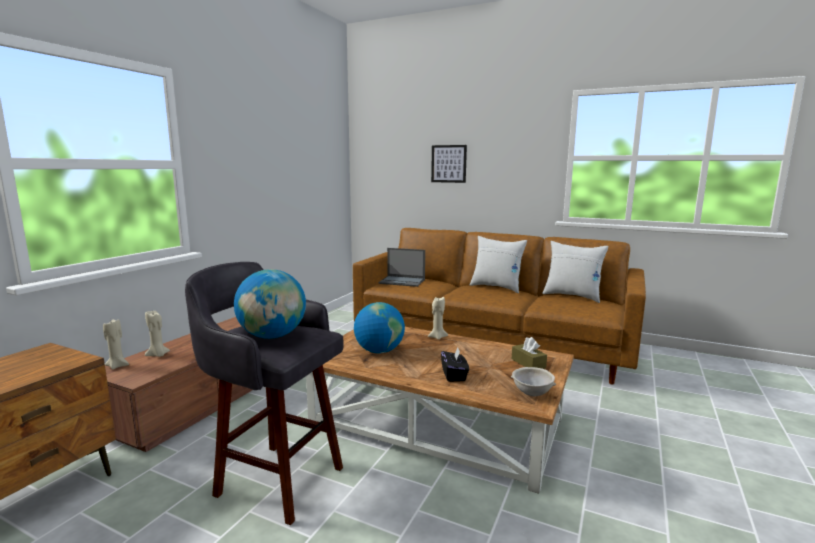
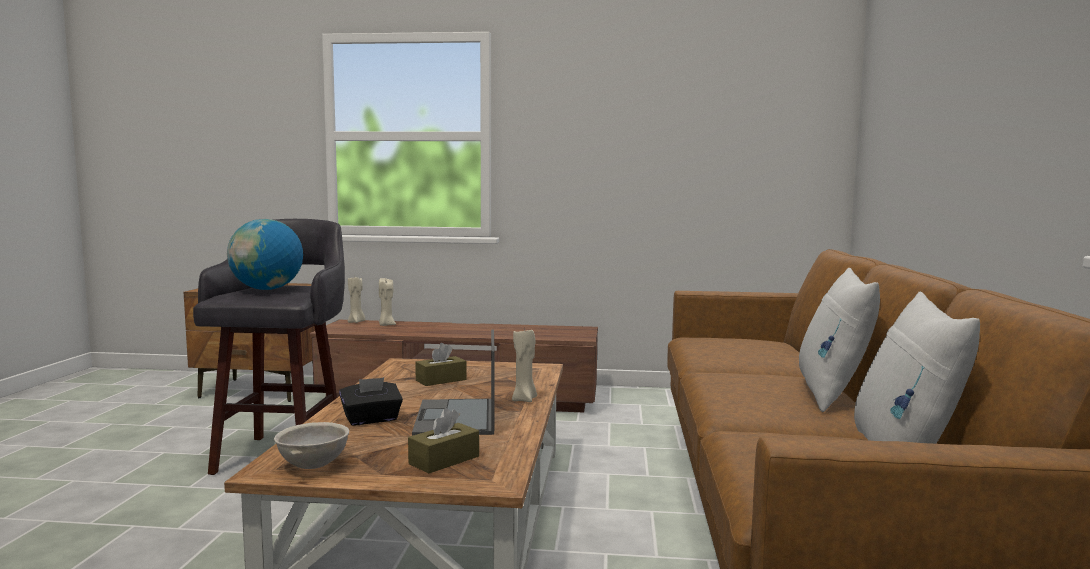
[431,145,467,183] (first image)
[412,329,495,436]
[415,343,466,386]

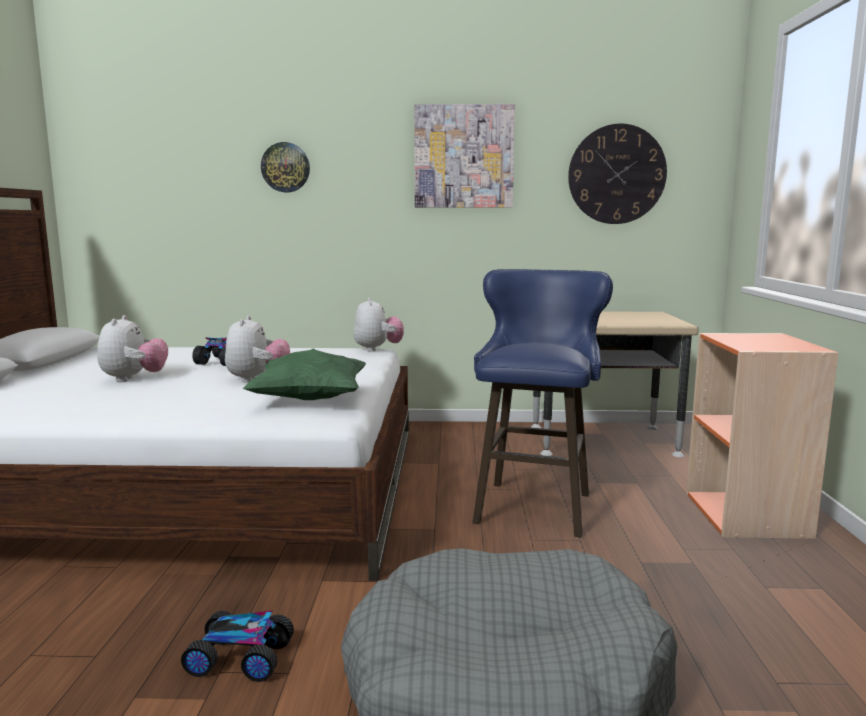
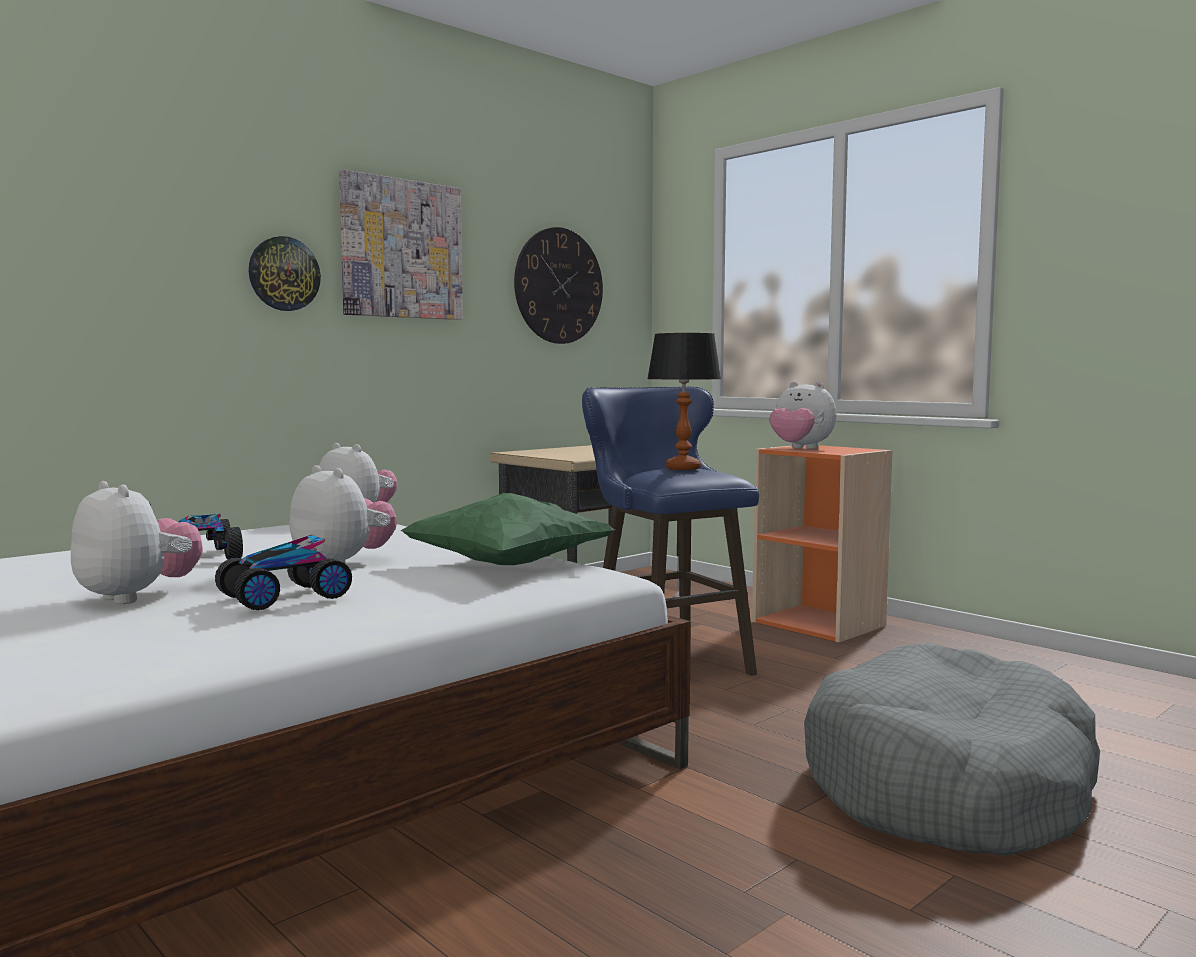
[647,333,721,470]
[769,382,837,449]
[215,535,352,610]
[249,236,321,311]

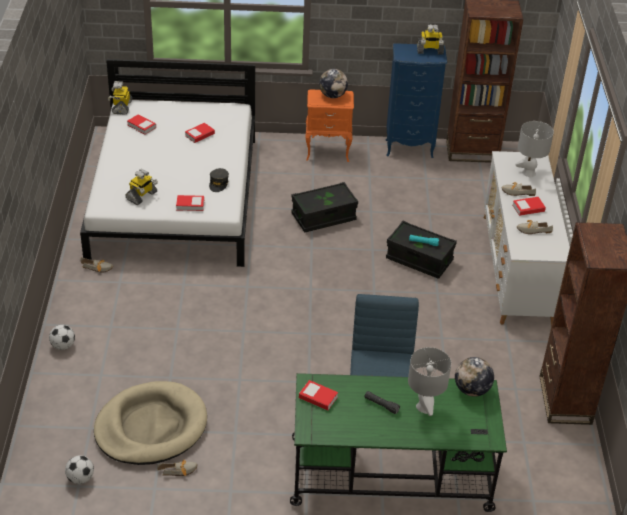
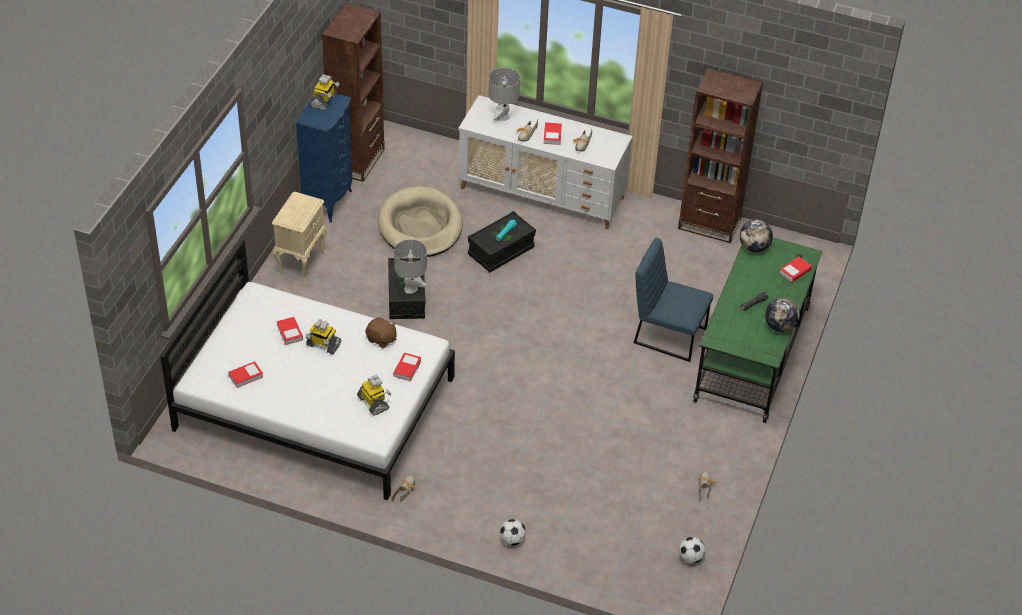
[378,186,463,257]
[305,319,341,354]
[780,257,812,283]
[765,298,800,332]
[394,239,427,294]
[365,317,397,348]
[272,192,327,284]

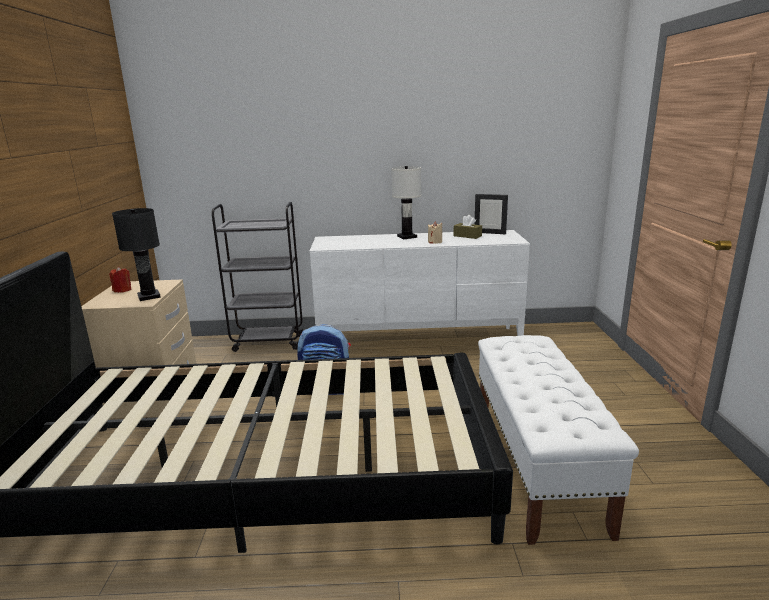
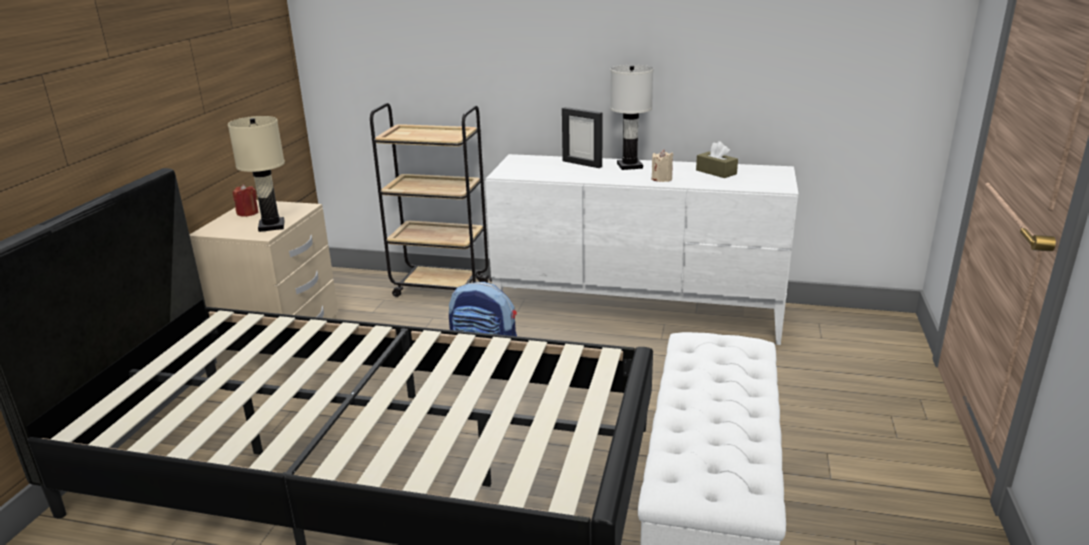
[562,107,603,168]
[228,116,285,232]
[370,103,492,297]

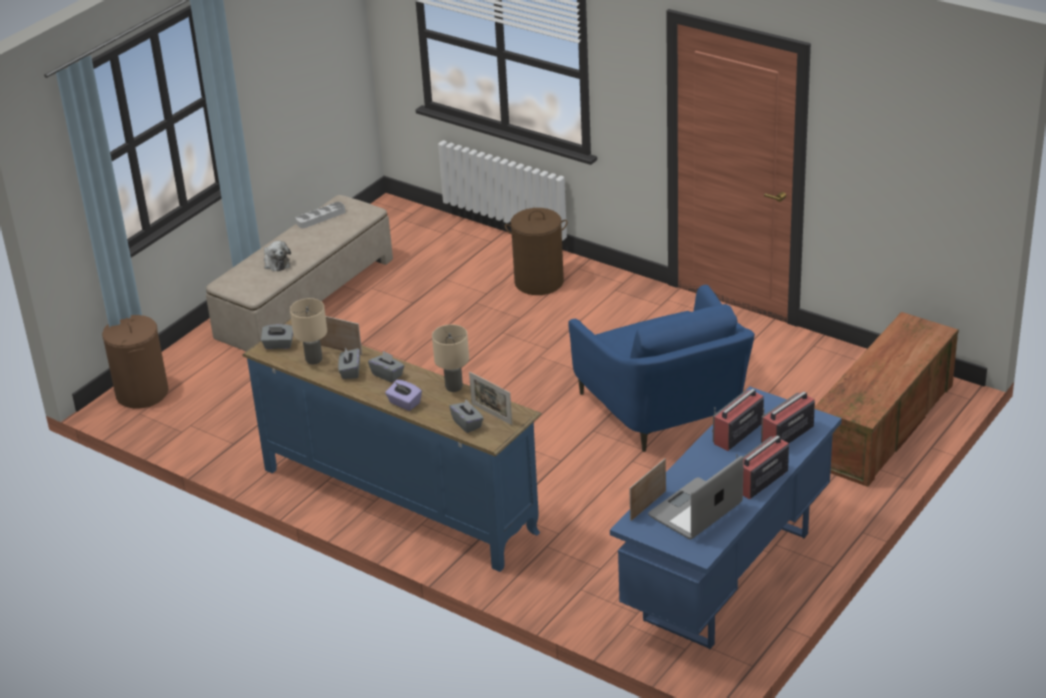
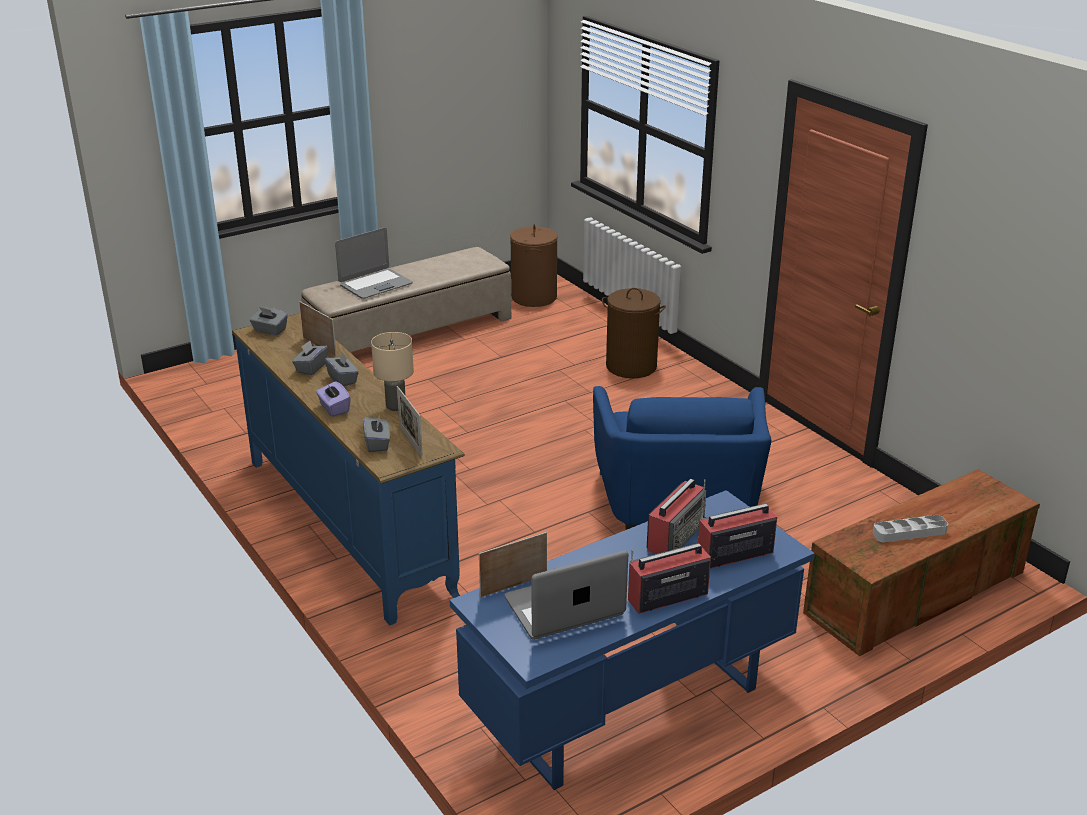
[290,298,327,364] (first image)
[510,224,558,307]
[873,515,948,542]
[335,227,413,299]
[647,479,706,554]

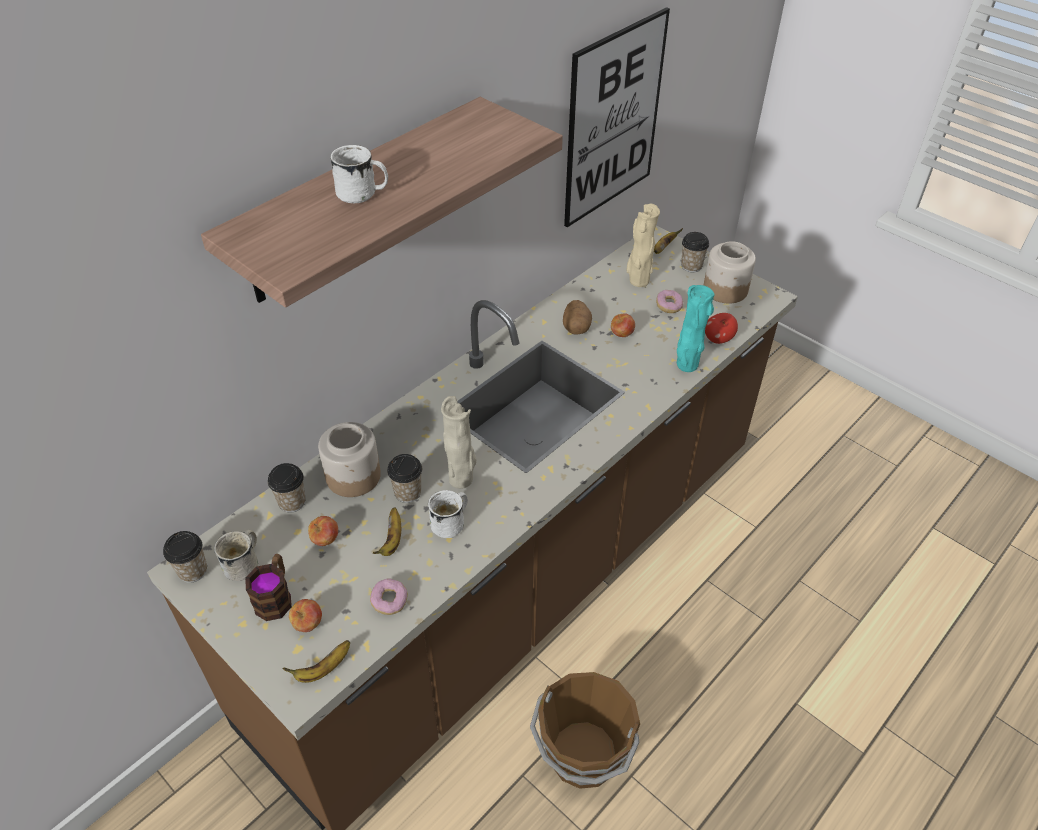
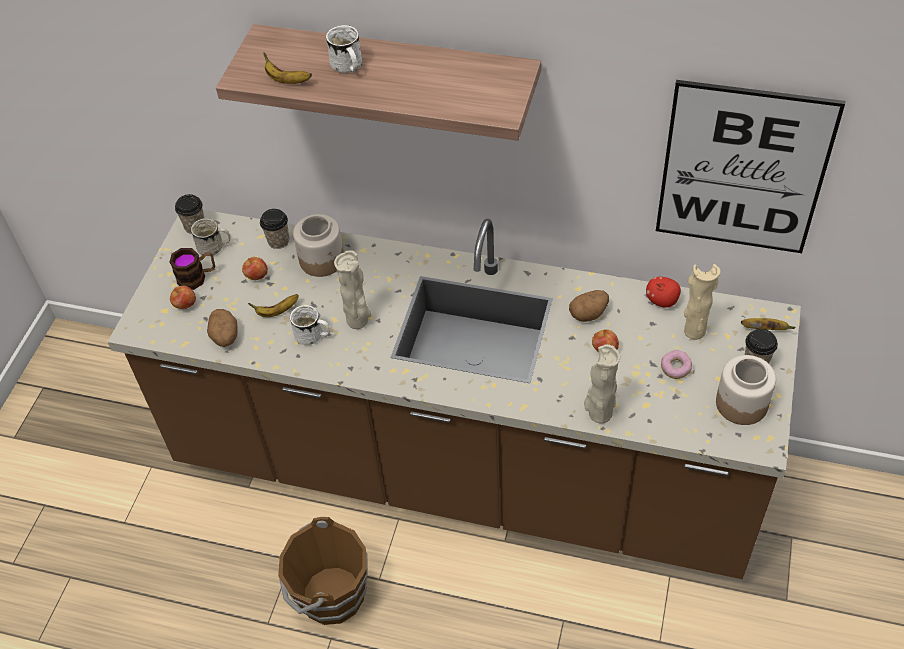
[387,454,422,503] (first image)
[263,52,312,84]
[646,277,681,308]
[207,309,238,347]
[584,344,620,424]

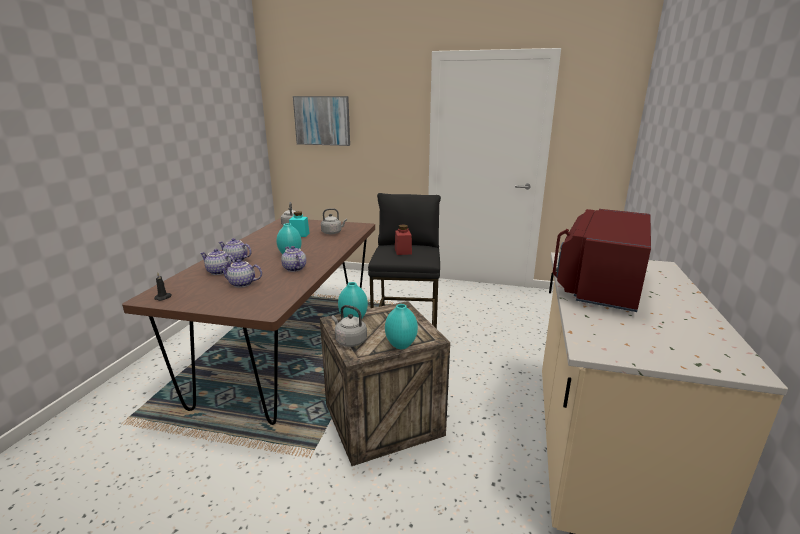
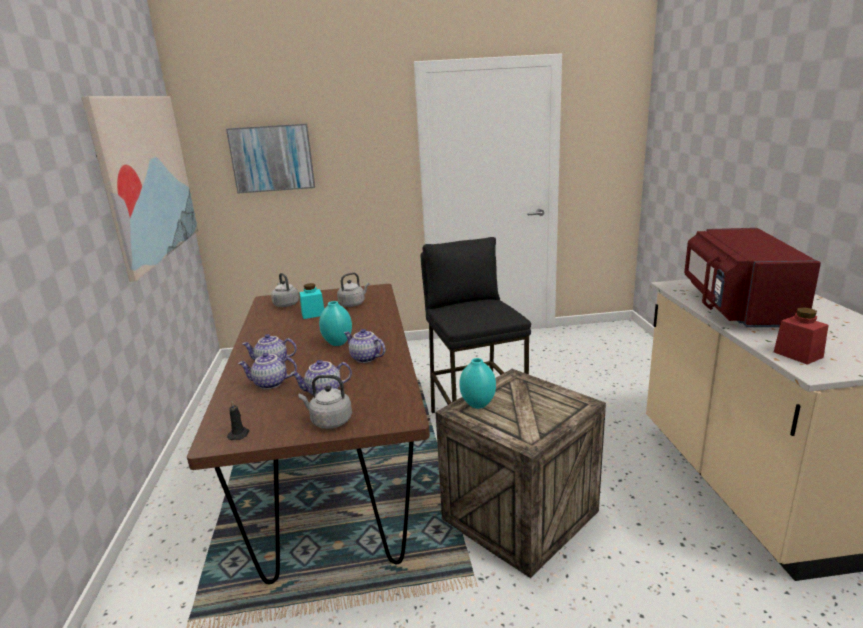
[385,304,418,349] (first image)
[82,96,198,282]
[298,375,352,429]
[774,308,828,365]

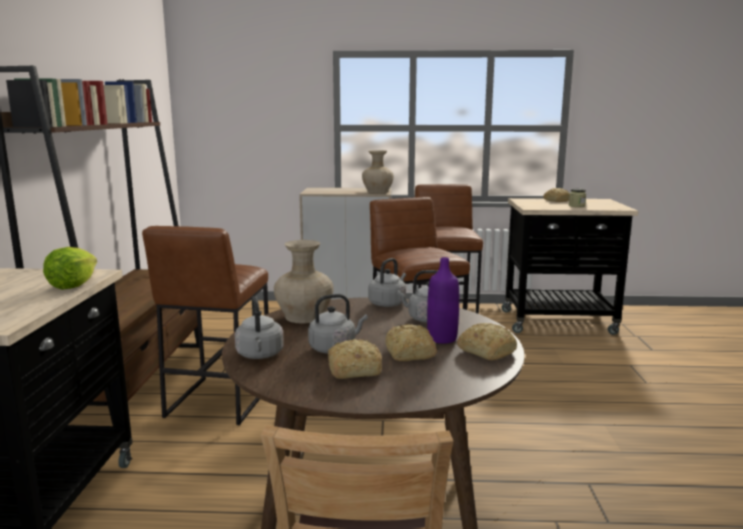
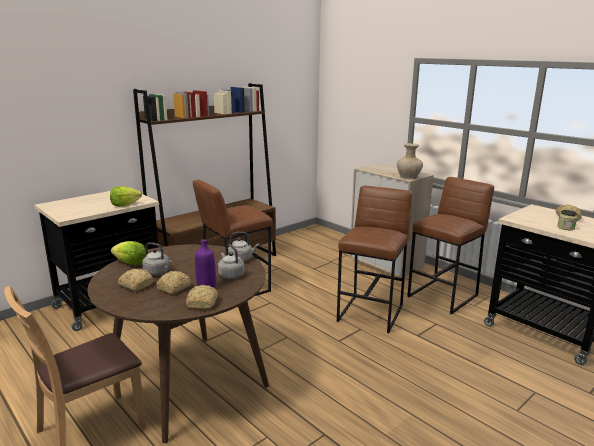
[274,240,334,324] (first image)
[111,241,146,265]

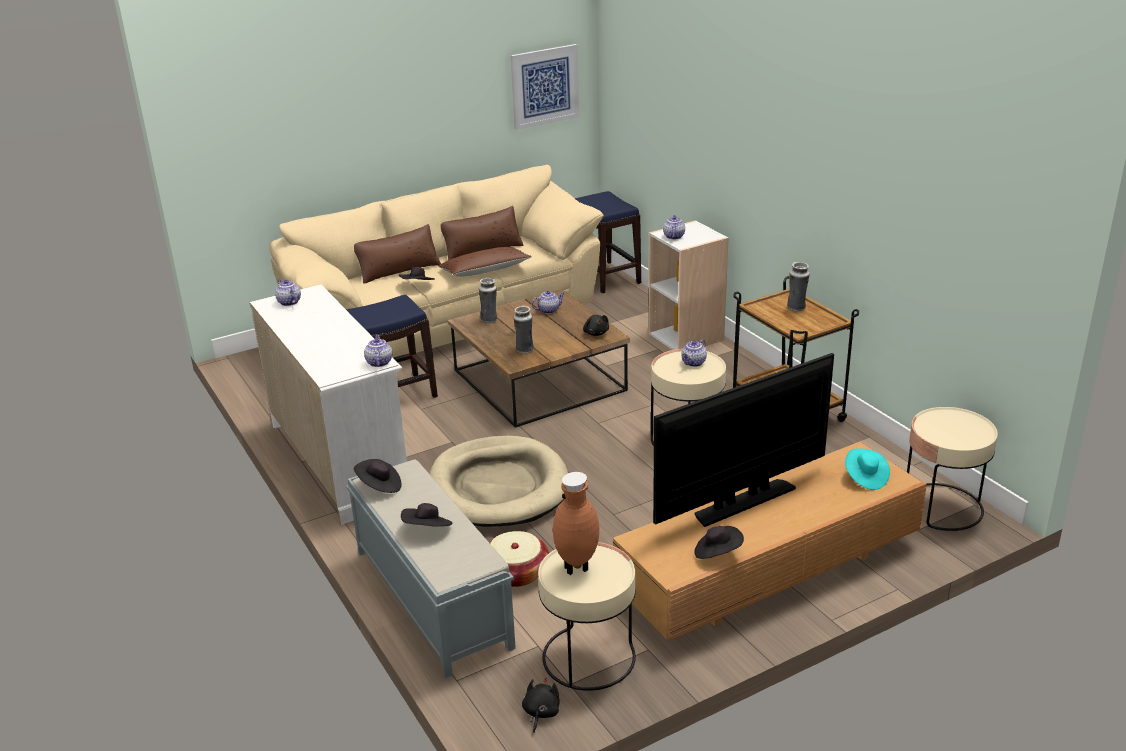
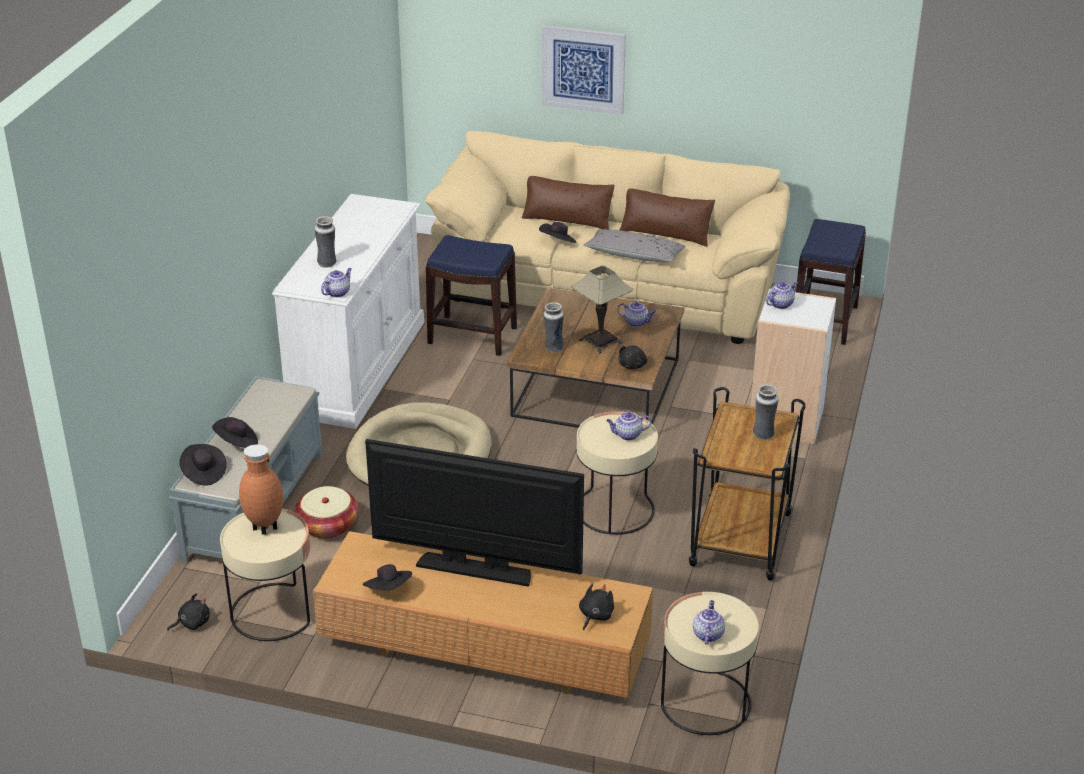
[571,266,633,354]
[693,600,725,645]
[179,444,227,485]
[315,216,337,268]
[542,25,626,115]
[579,584,614,631]
[583,229,685,262]

